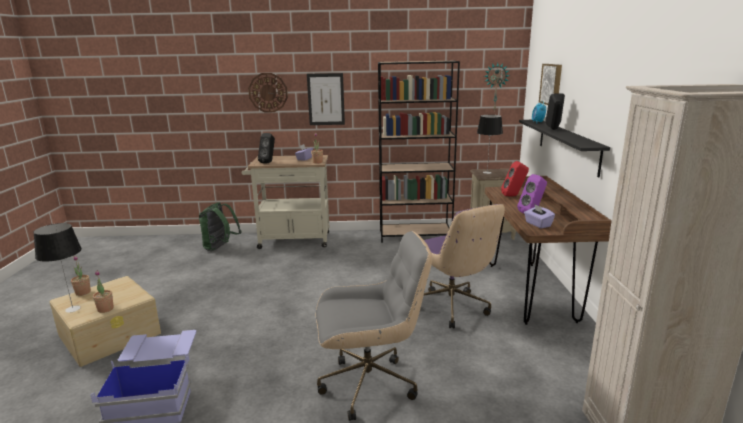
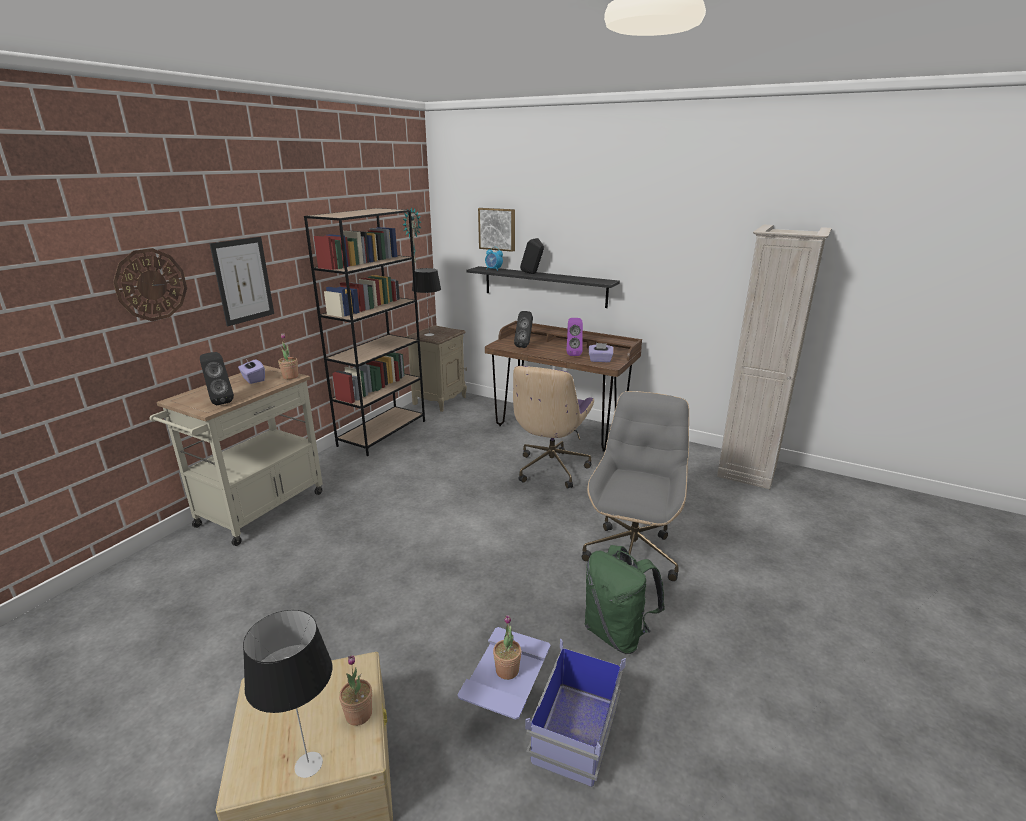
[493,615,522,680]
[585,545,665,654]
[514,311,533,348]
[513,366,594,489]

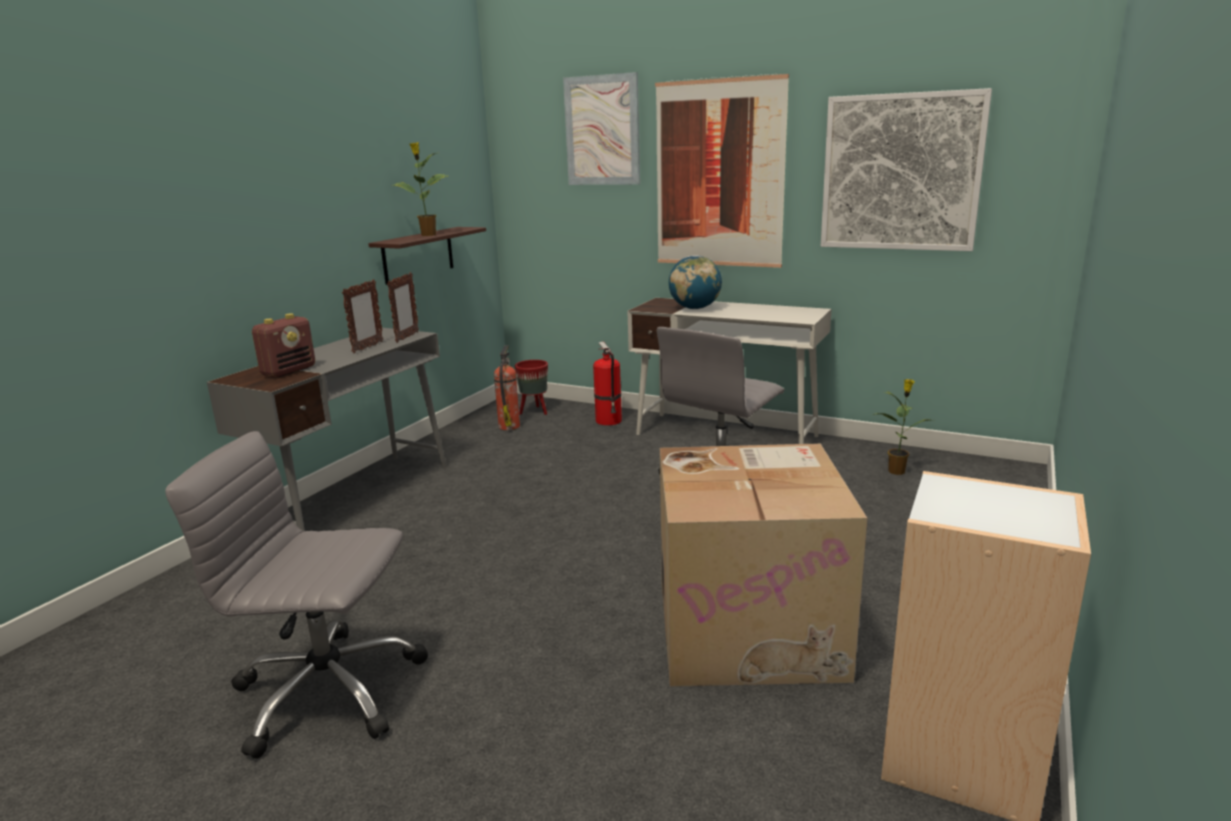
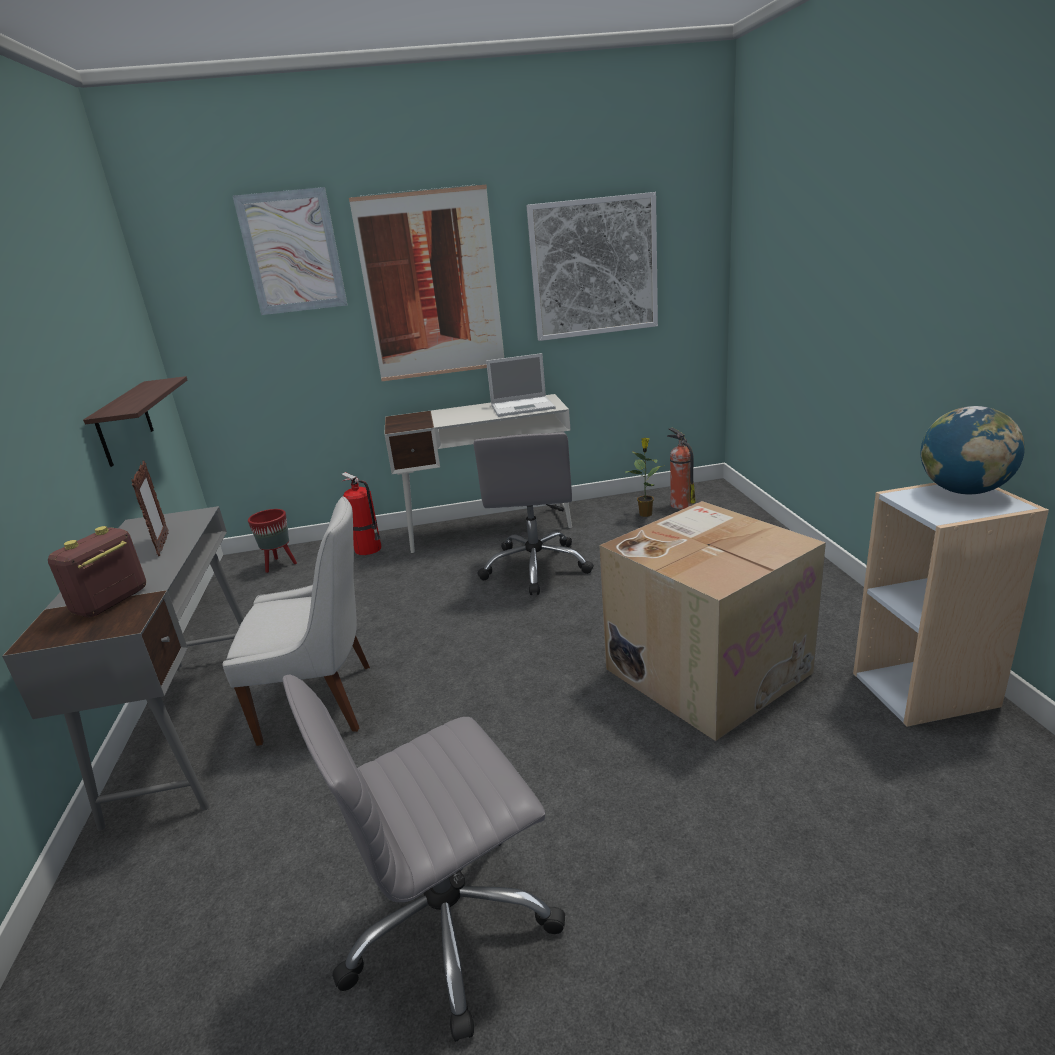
[387,272,419,343] (first image)
[393,142,448,236] (first image)
[222,496,370,746]
[486,353,555,417]
[667,428,696,509]
[921,406,1025,495]
[48,526,146,617]

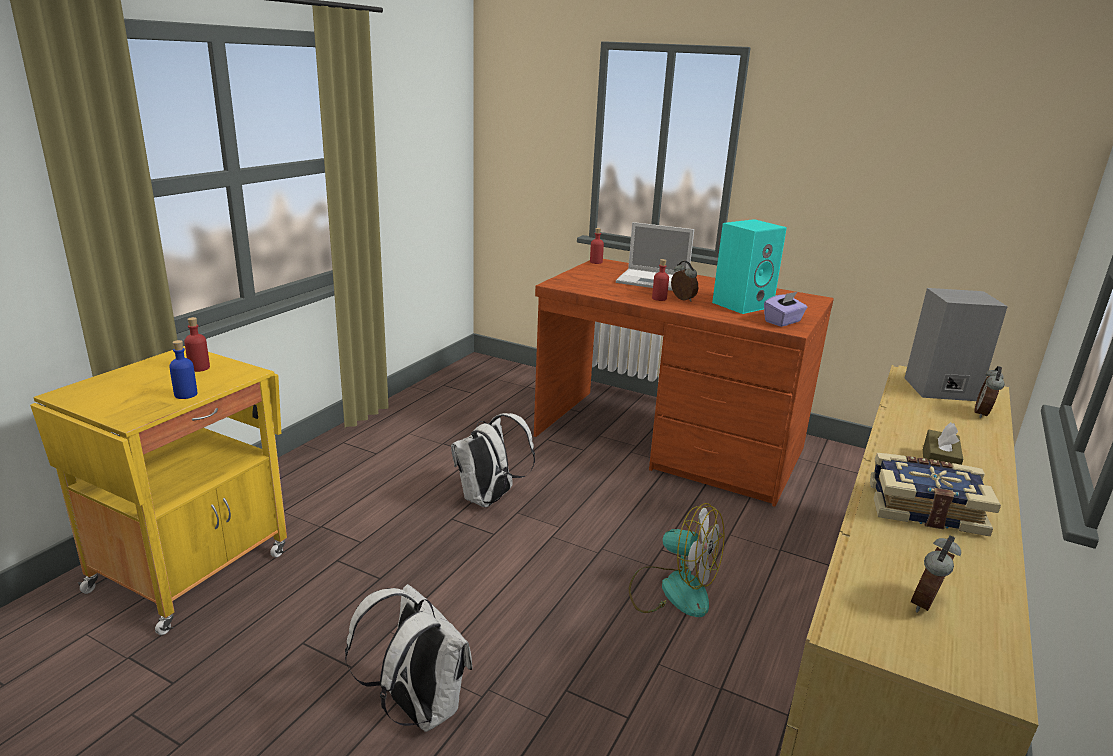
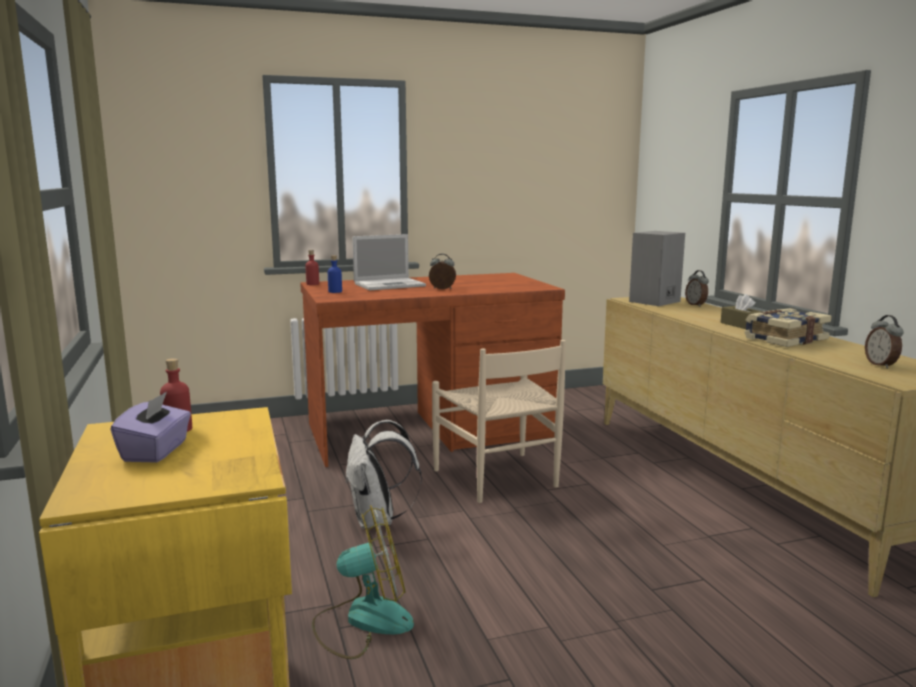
[345,584,472,732] (first image)
[652,259,669,301] (first image)
[712,219,787,314] (first image)
[432,340,566,503]
[328,255,342,293]
[312,505,414,659]
[111,392,191,463]

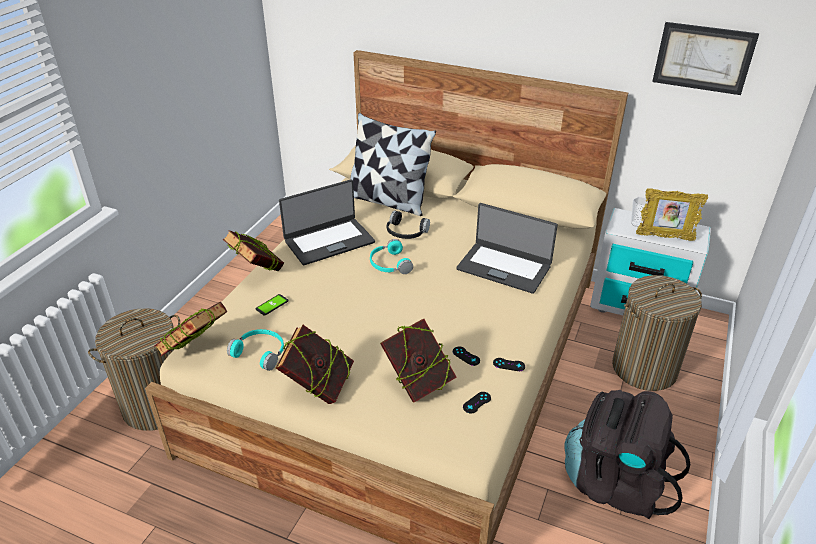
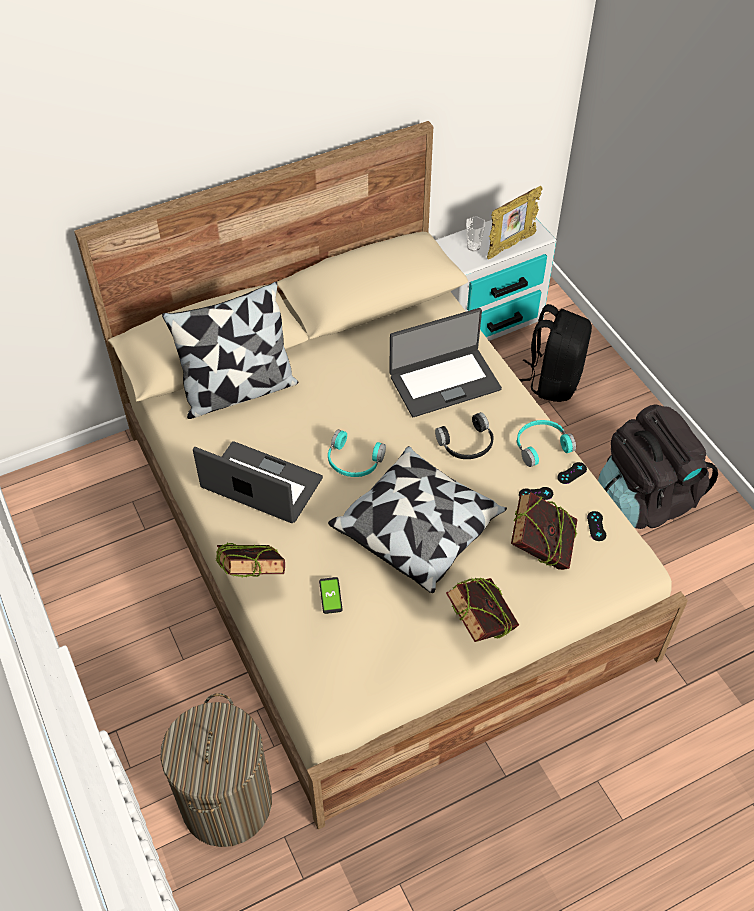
[154,302,227,356] (first image)
[652,22,759,95] (first image)
[328,446,507,593]
[517,420,576,467]
[435,412,494,459]
[519,304,592,402]
[193,441,323,523]

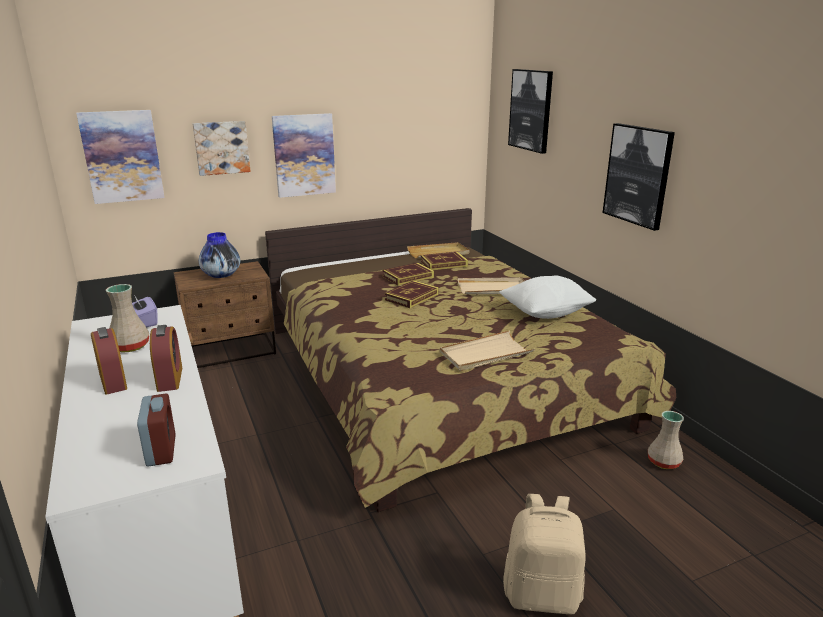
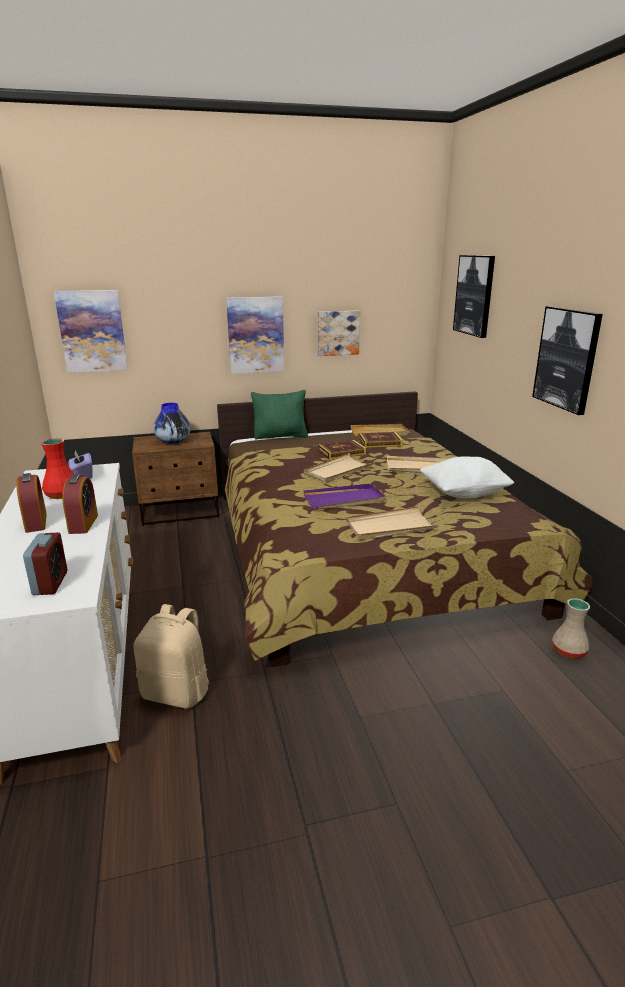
[251,390,308,440]
[304,483,386,509]
[318,311,360,356]
[133,604,209,709]
[304,453,375,483]
[41,438,75,499]

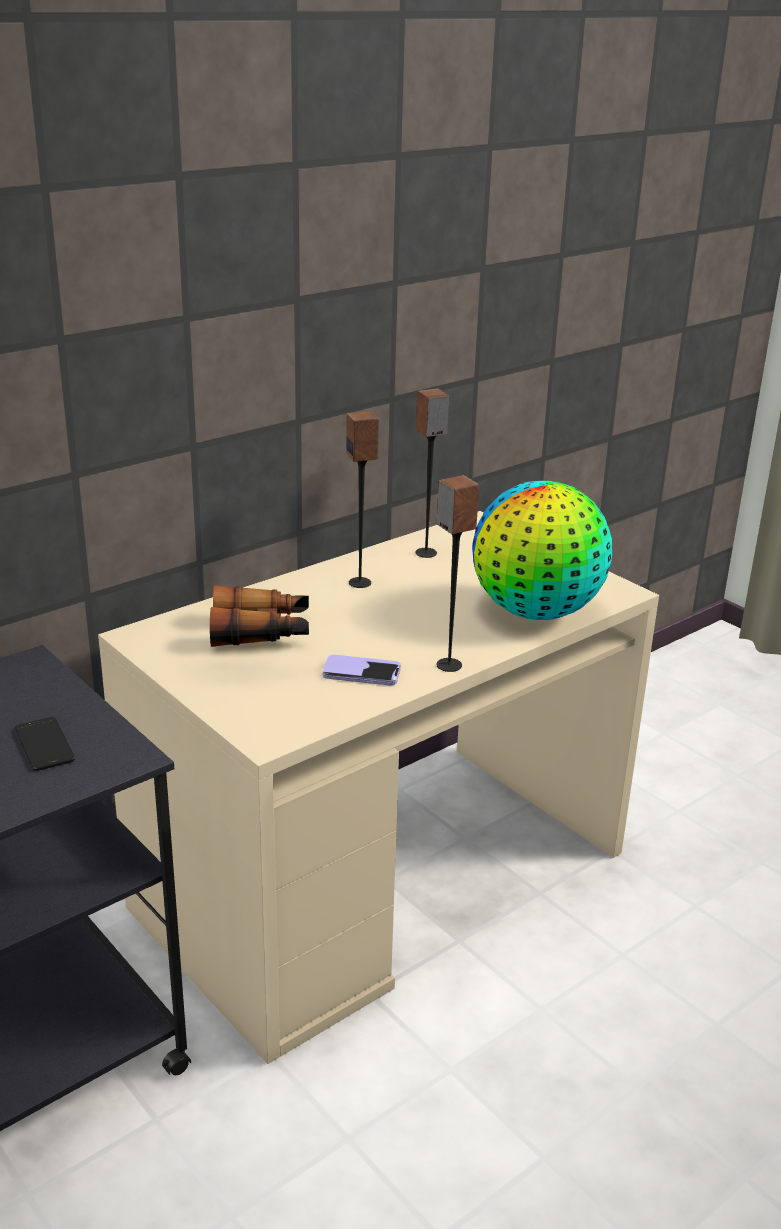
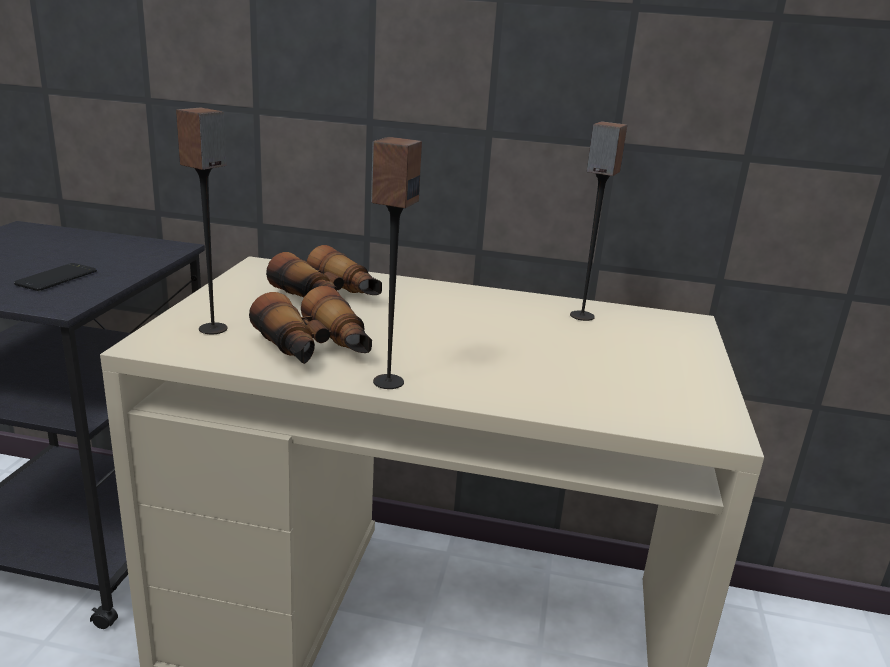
[472,481,612,620] (first image)
[176,108,228,334]
[249,286,372,364]

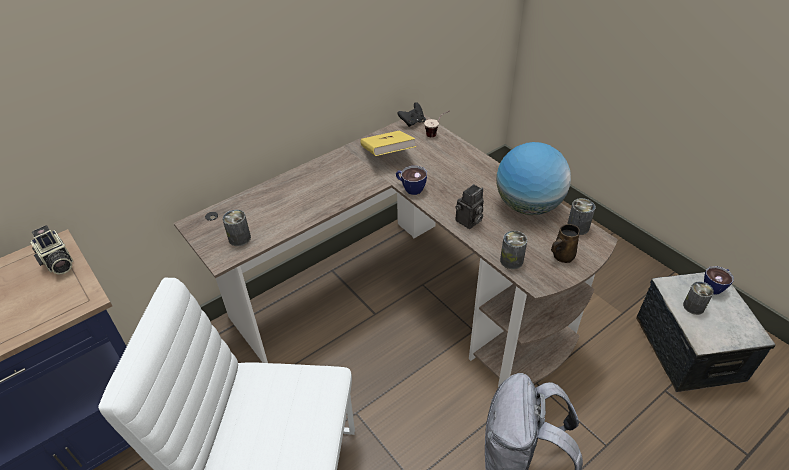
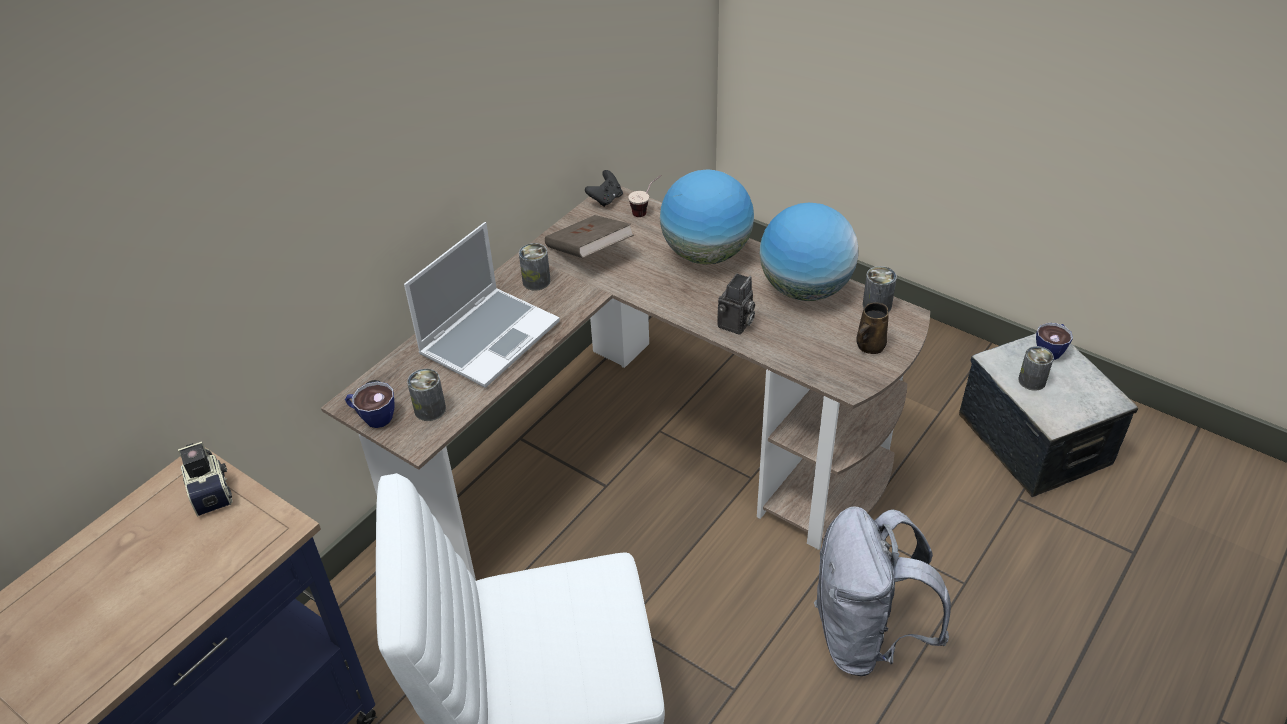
[404,222,560,388]
[660,169,754,265]
[345,381,395,428]
[519,243,551,291]
[545,215,634,258]
[178,441,233,517]

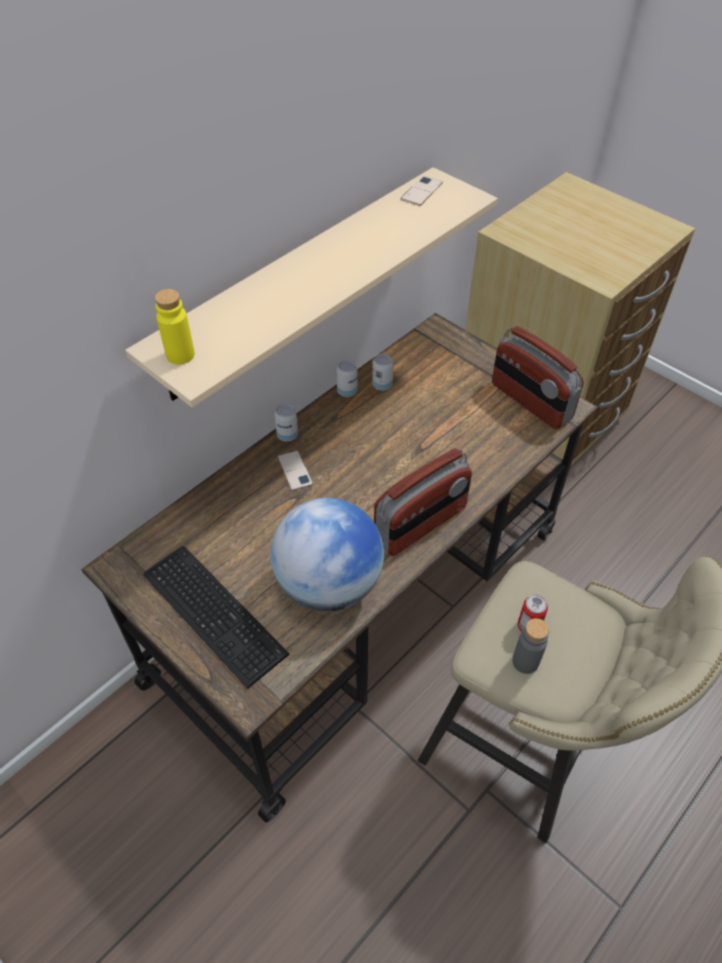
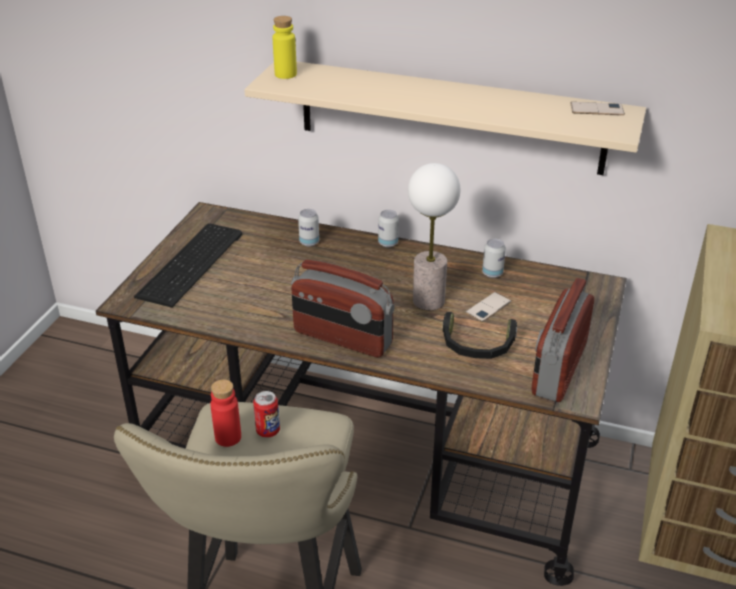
[270,498,384,612] (first image)
[408,163,460,310]
[443,312,517,359]
[465,292,512,322]
[298,209,319,246]
[210,379,241,447]

